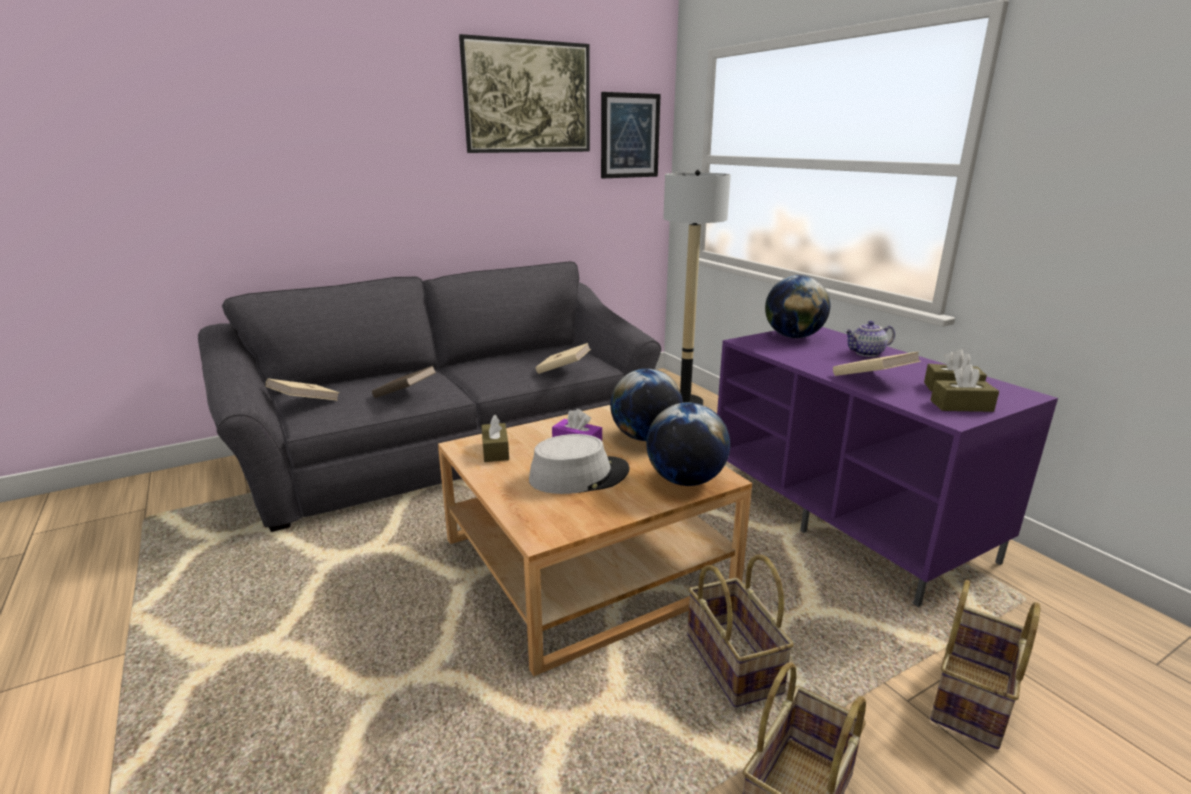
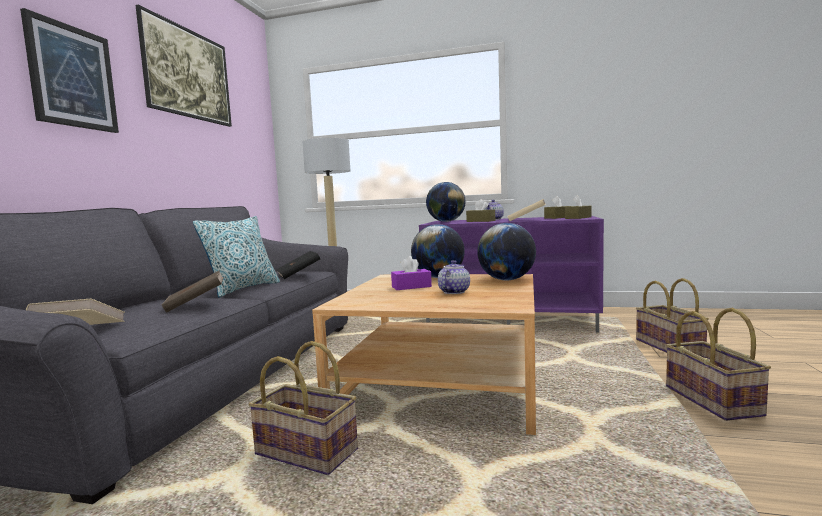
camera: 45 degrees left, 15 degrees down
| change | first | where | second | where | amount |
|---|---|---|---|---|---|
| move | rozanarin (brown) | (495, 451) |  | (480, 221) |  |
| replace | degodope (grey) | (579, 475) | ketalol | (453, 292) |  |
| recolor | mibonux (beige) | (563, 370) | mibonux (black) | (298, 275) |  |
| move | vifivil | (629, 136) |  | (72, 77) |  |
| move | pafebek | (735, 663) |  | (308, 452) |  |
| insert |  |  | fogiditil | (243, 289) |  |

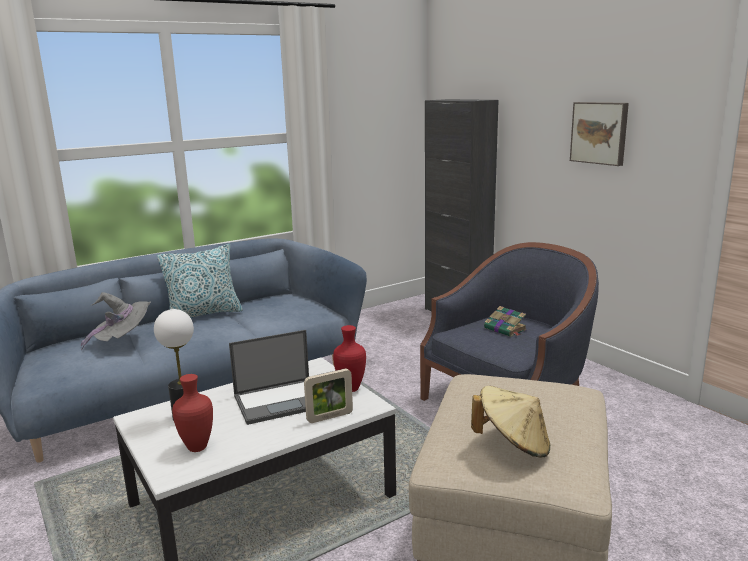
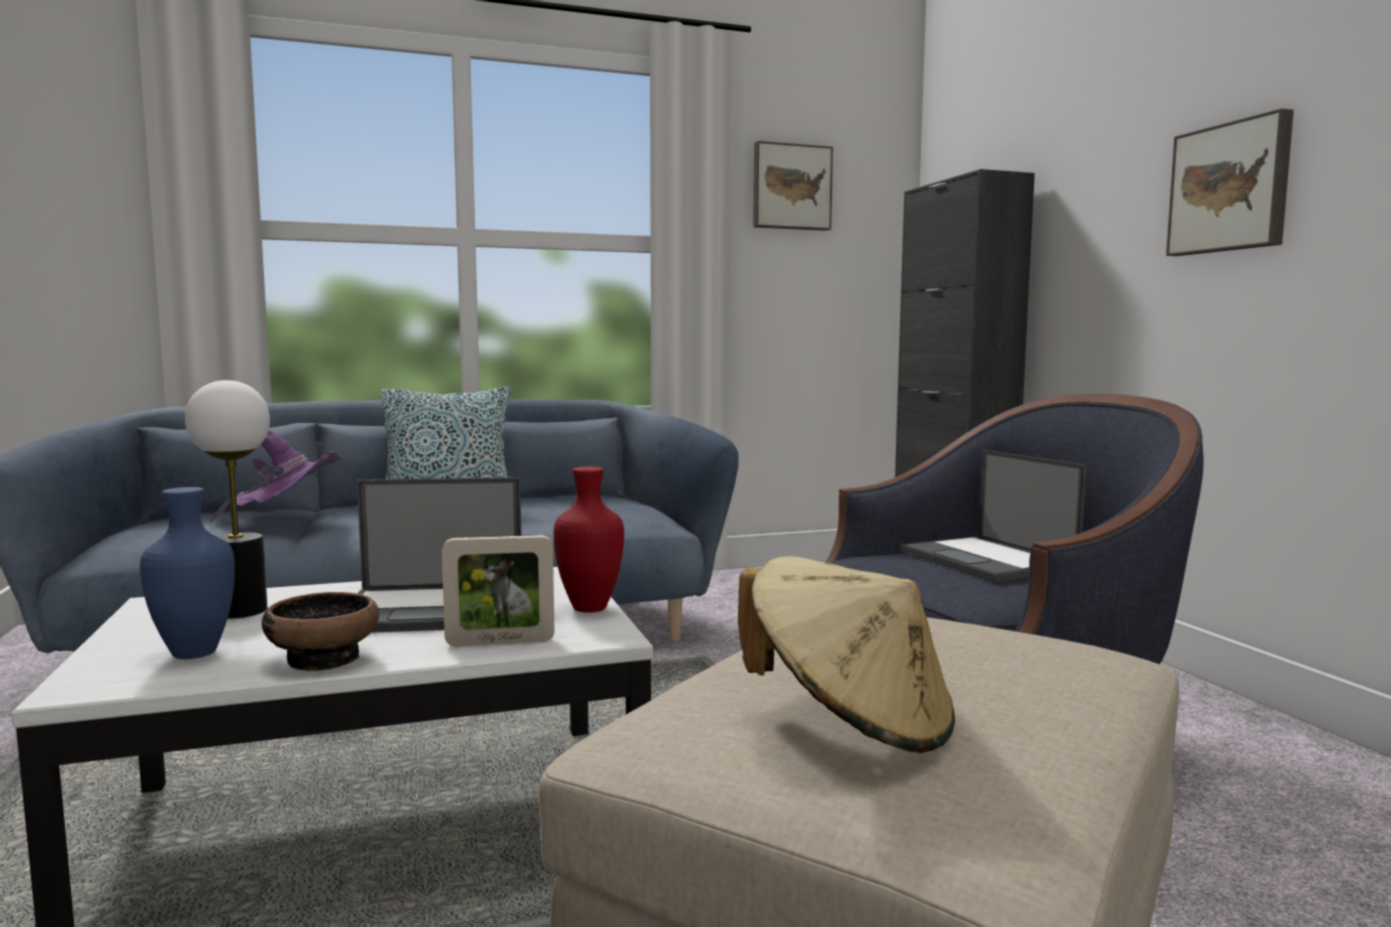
camera: 15 degrees right, 10 degrees down
| change | first | where | second | where | amount |
|---|---|---|---|---|---|
| recolor | degodope (grey) | (124, 341) | degodope (purple) | (286, 519) |  |
| recolor | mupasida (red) | (196, 447) | mupasida (blue) | (194, 653) |  |
| replace | mibonux | (506, 329) | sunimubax | (988, 560) |  |
| insert |  |  | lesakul | (324, 658) |  |
| insert |  |  | vifivil | (791, 187) |  |

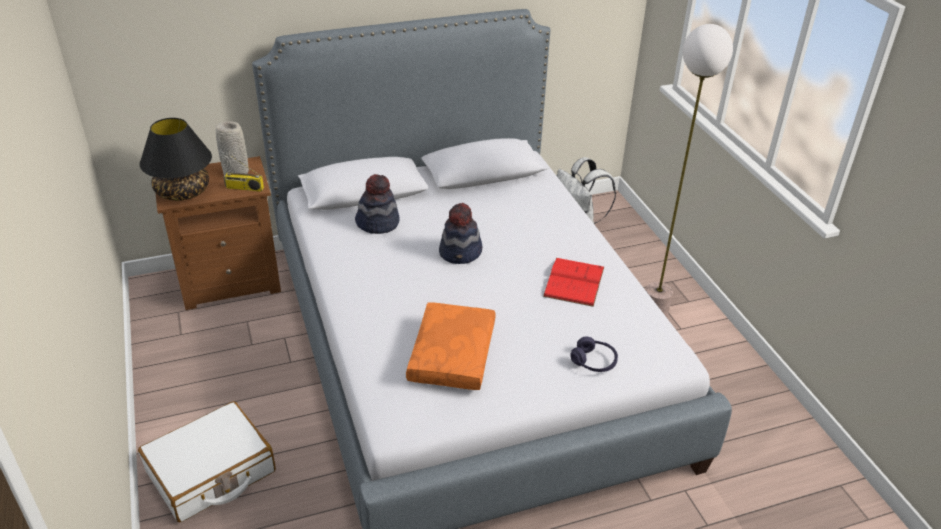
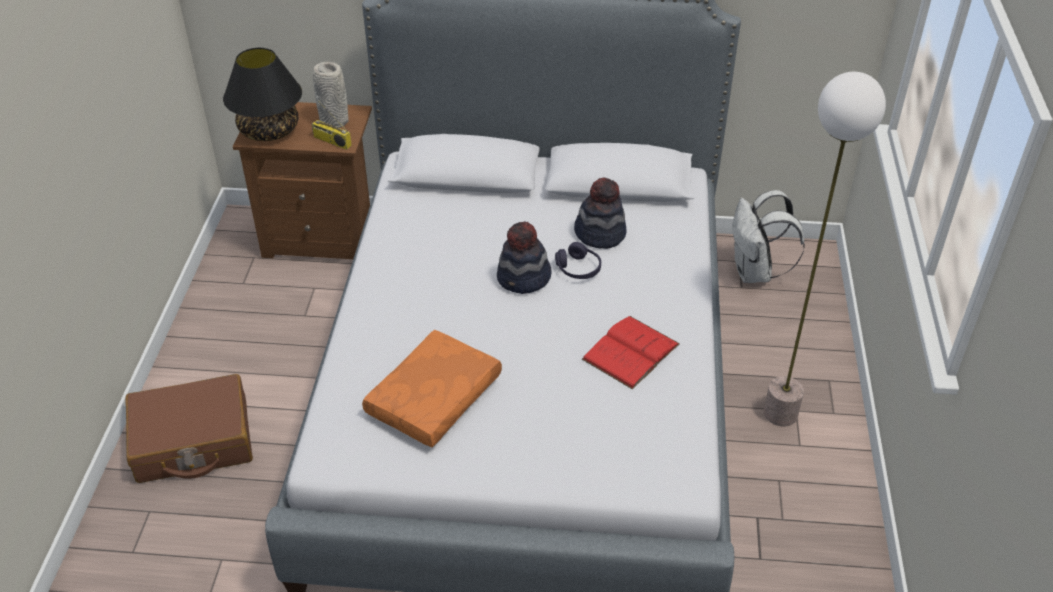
camera: 25 degrees right, 5 degrees up
| change | first | where | second | where | amount |
|---|---|---|---|---|---|
| recolor | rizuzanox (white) | (211, 472) | rizuzanox (brown) | (193, 442) |  |
| move | degodope | (378, 223) |  | (600, 233) |  |
| move | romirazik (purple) | (594, 361) |  | (578, 269) |  |

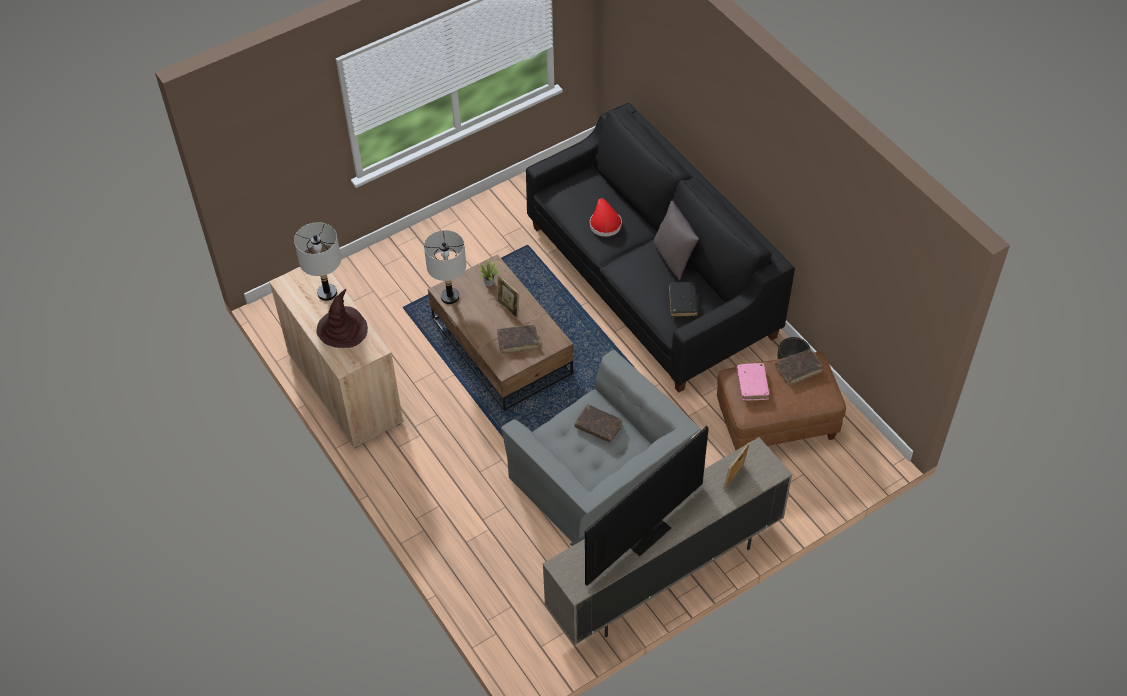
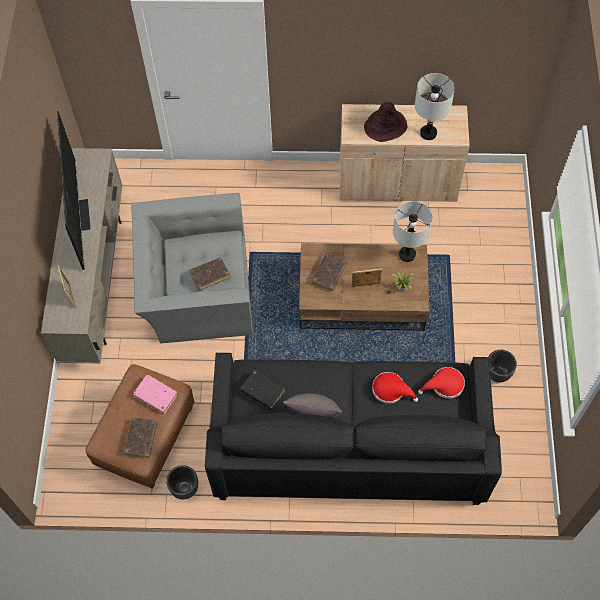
camera: 125 degrees right, 10 degrees up
| change | first | where | second | where | amount |
|---|---|---|---|---|---|
| insert |  |  | degodope (red) | (444, 385) |  |
| insert |  |  | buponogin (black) | (497, 374) |  |

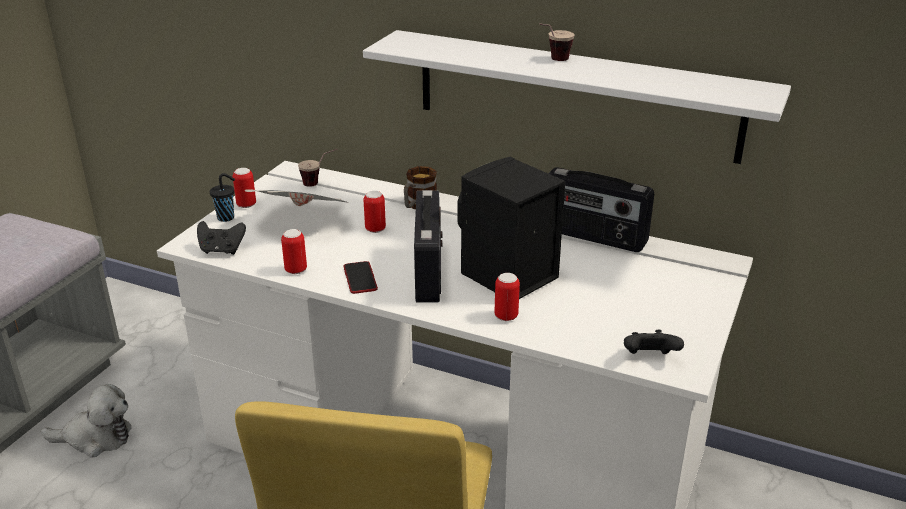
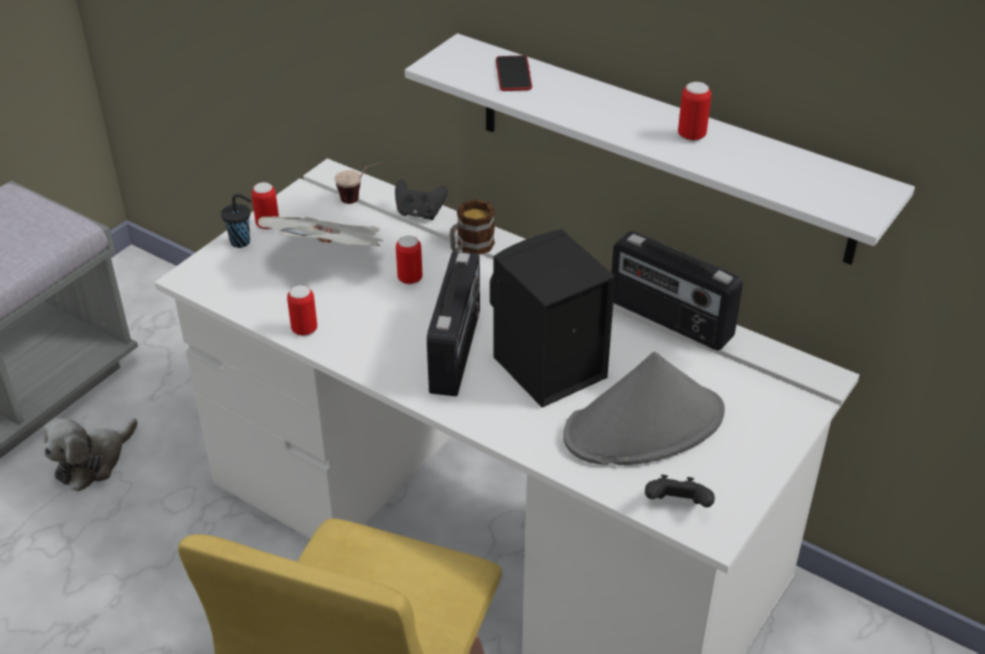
camera: 10 degrees right, 10 degrees up
| change | first | where | second | where | amount |
|---|---|---|---|---|---|
| rotate | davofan | (95, 438) |  | (92, 461) | 120 degrees clockwise |
| move | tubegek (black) | (222, 250) |  | (419, 213) |  |
| move | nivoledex | (360, 278) |  | (513, 75) |  |
| move | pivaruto | (506, 316) |  | (691, 135) |  |
| delete | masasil | (553, 61) |  |  |  |
| insert |  |  | degodope (grey) | (644, 425) |  |

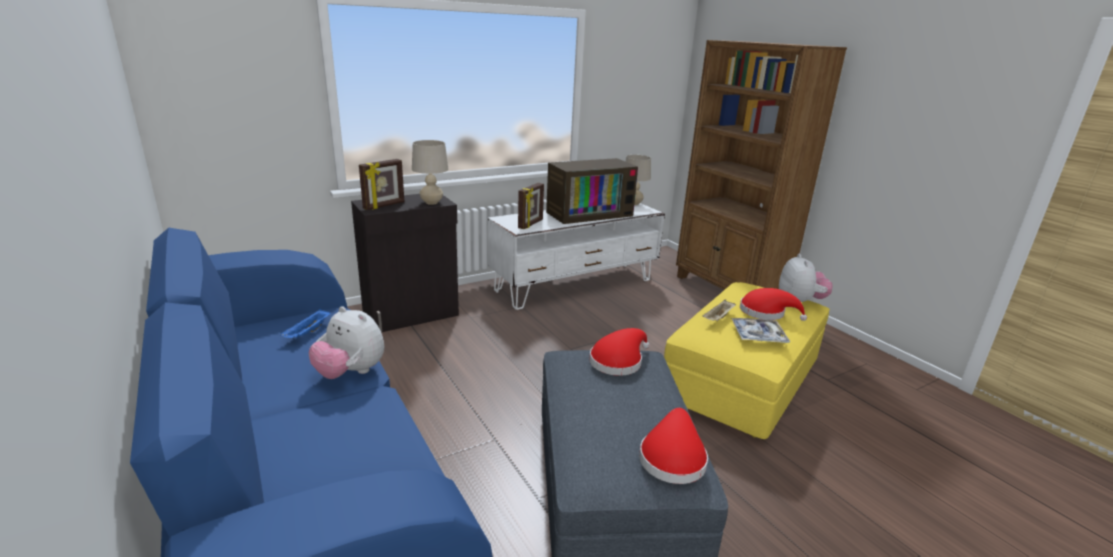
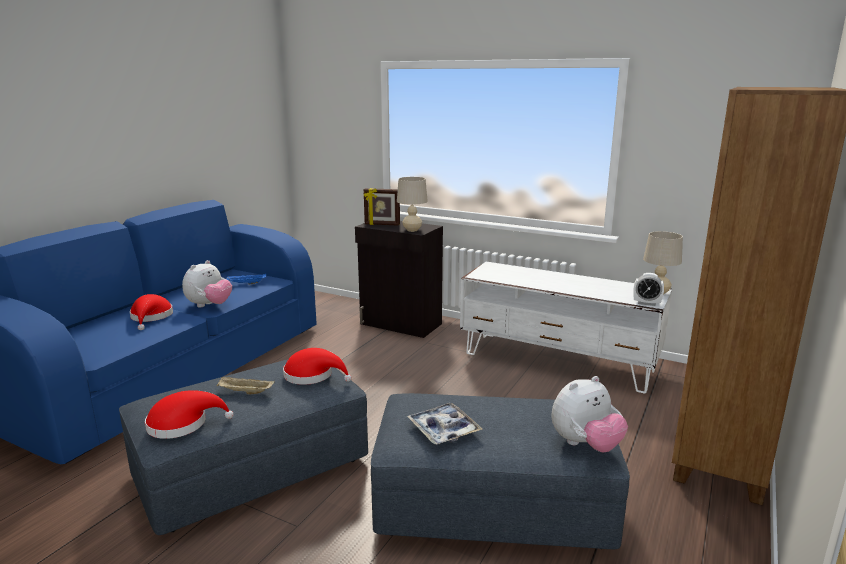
camera: 60 degrees right, 5 degrees down
| change | first | where | second | where | amount |
|---|---|---|---|---|---|
| rotate | davofan | (350, 373) |  | (209, 305) | 150 degrees counterclockwise |
| delete | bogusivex | (531, 224) |  |  |  |
| delete | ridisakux | (589, 213) |  |  |  |
| recolor | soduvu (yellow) | (741, 381) | soduvu (grey) | (493, 503) |  |
| move | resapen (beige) | (718, 318) |  | (245, 392) |  |
| move | degodope (red) | (766, 312) |  | (151, 317) |  |
| insert |  |  | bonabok | (646, 303) |  |

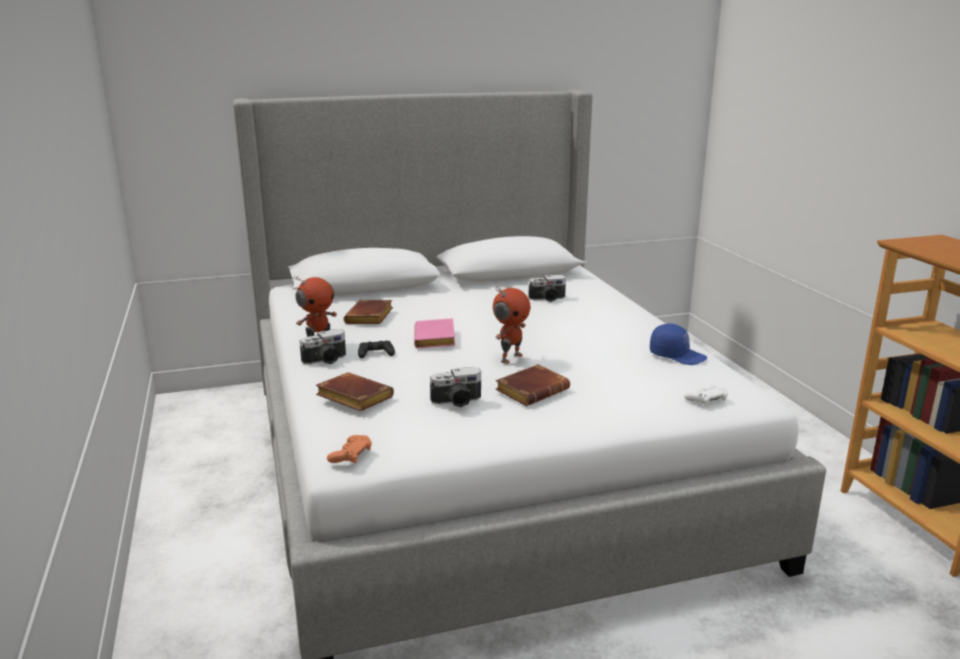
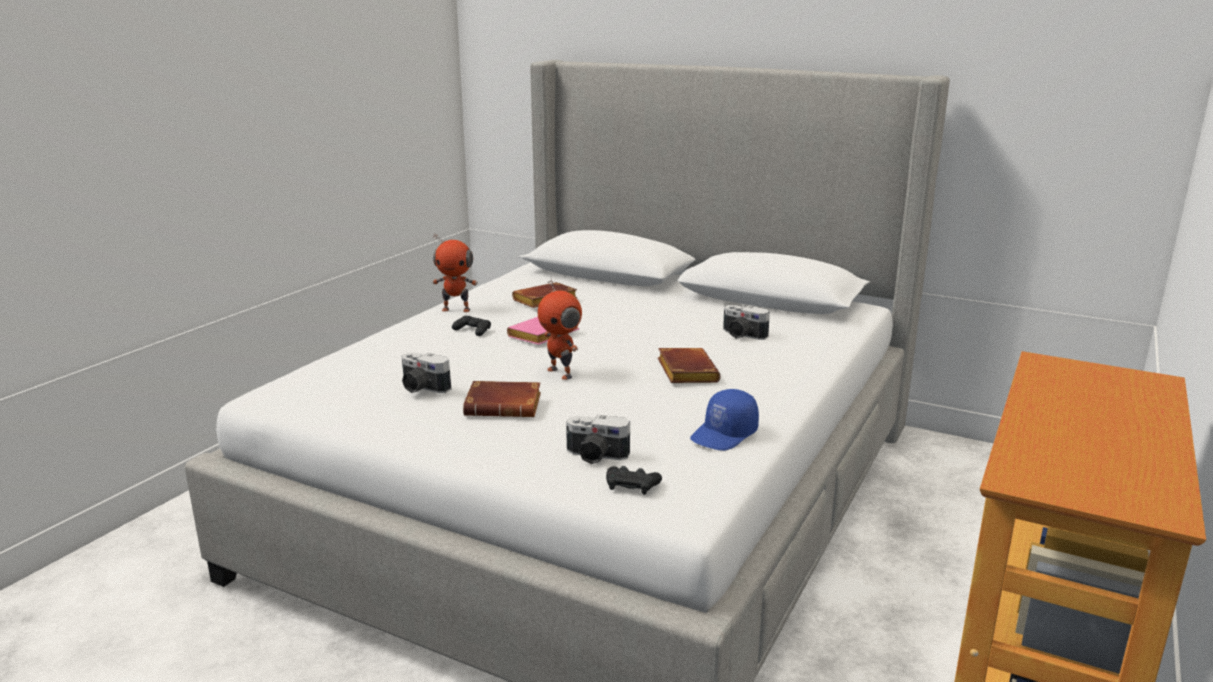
camera: 45 degrees right, 0 degrees up
| change | first | where | second | where | amount |
|---|---|---|---|---|---|
| move | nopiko | (326, 360) |  | (595, 456) |  |
| move | mibonux (brown) | (352, 398) |  | (684, 371) |  |
| delete | tubegek (orange) | (351, 455) |  |  |  |
| rotate | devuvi | (510, 358) |  | (561, 373) | 60 degrees clockwise |
| rotate | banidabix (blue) | (677, 355) |  | (725, 435) | 60 degrees clockwise |
| recolor | tubegek (white) | (706, 399) | tubegek (black) | (632, 485) |  |

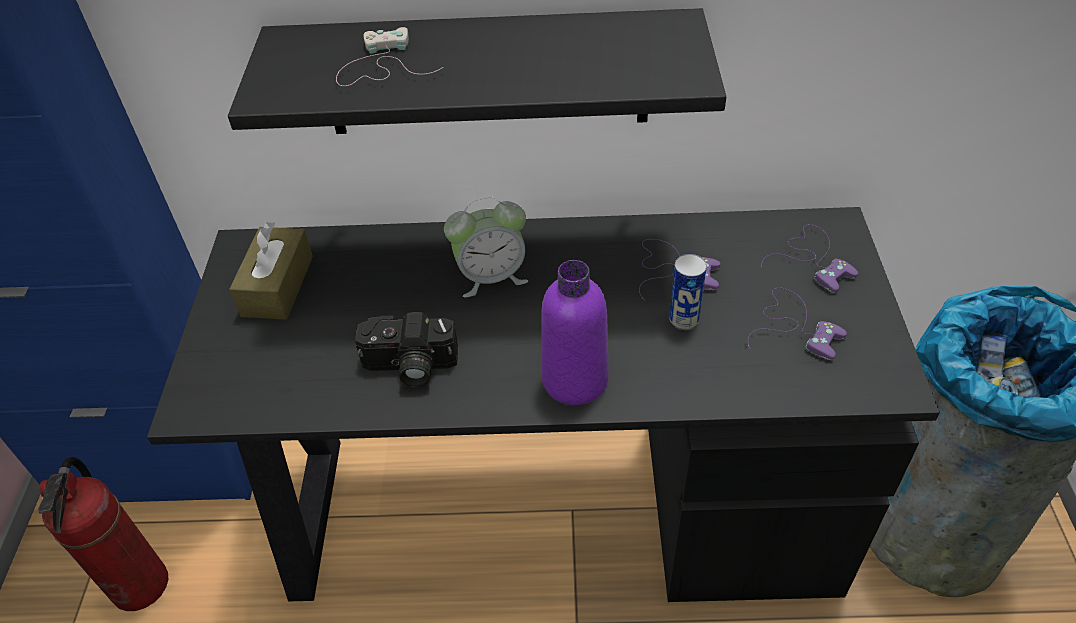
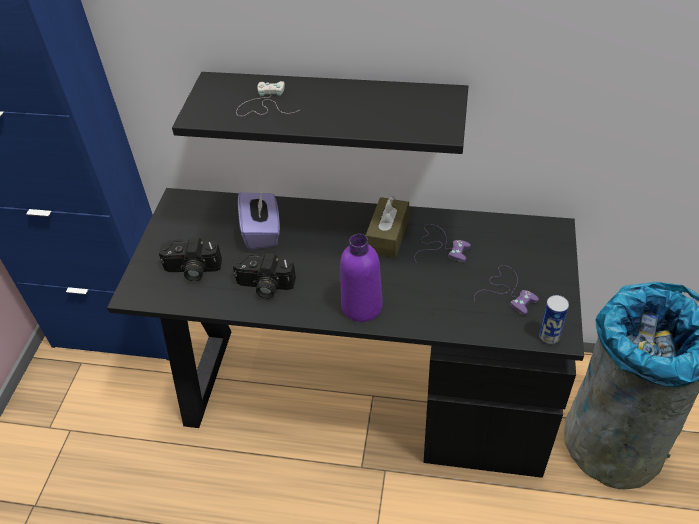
camera: 10 degrees right, 0 degrees up
| change | first | where | second | where | amount |
|---|---|---|---|---|---|
| delete | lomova | (141, 585) |  |  |  |
| move | rozanarin (brown) | (277, 286) |  | (387, 236) |  |
| delete | bonabok | (491, 277) |  |  |  |
| move | pivaruto | (684, 320) |  | (549, 336) |  |
| delete | tubegek (purple) | (812, 259) |  |  |  |
| insert |  |  | nopiko | (192, 270) |  |
| insert |  |  | rozanarin (purple) | (262, 232) |  |

